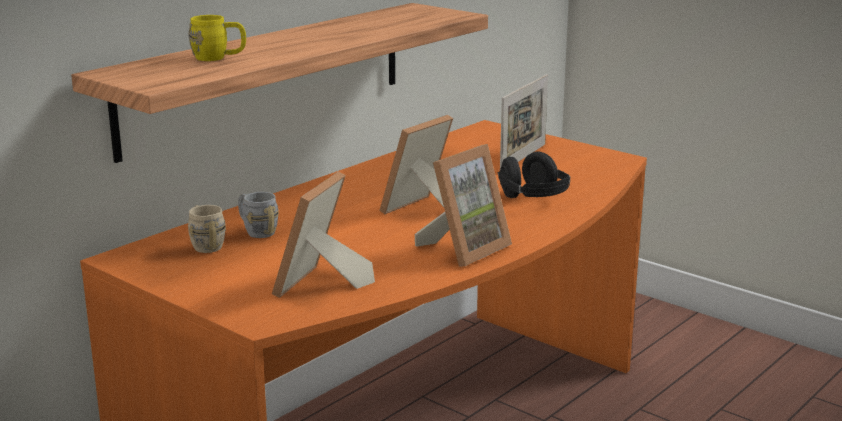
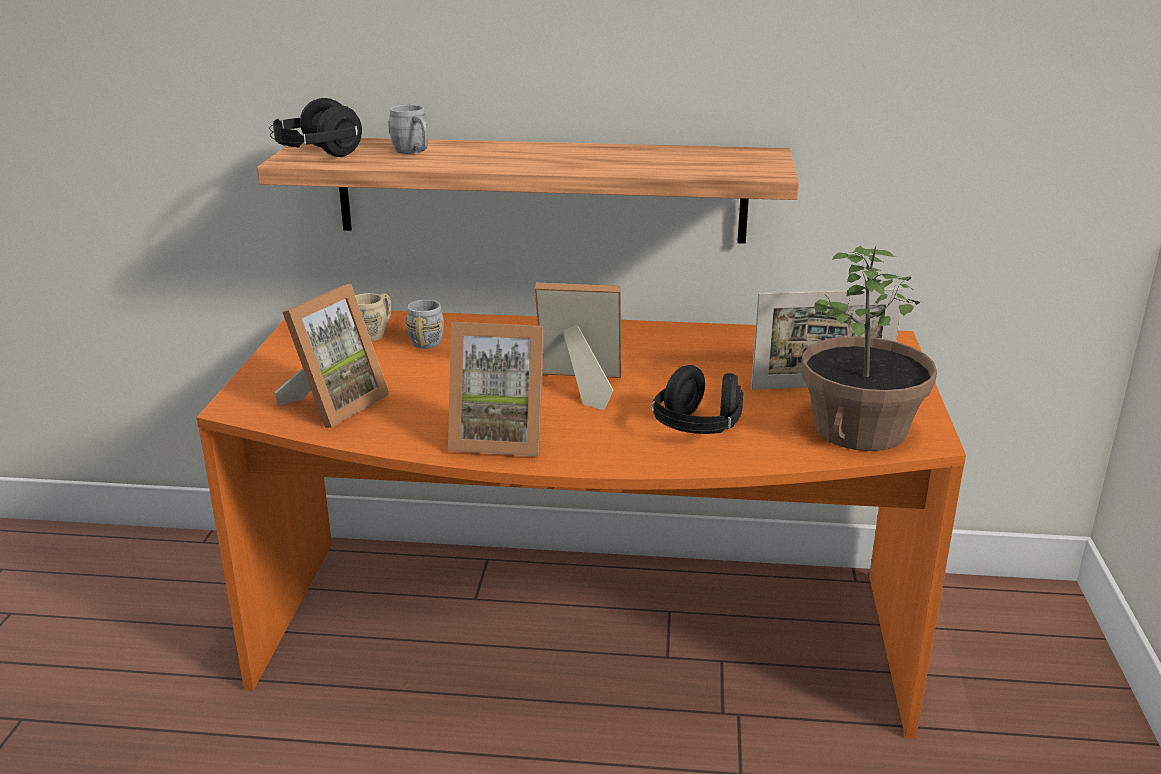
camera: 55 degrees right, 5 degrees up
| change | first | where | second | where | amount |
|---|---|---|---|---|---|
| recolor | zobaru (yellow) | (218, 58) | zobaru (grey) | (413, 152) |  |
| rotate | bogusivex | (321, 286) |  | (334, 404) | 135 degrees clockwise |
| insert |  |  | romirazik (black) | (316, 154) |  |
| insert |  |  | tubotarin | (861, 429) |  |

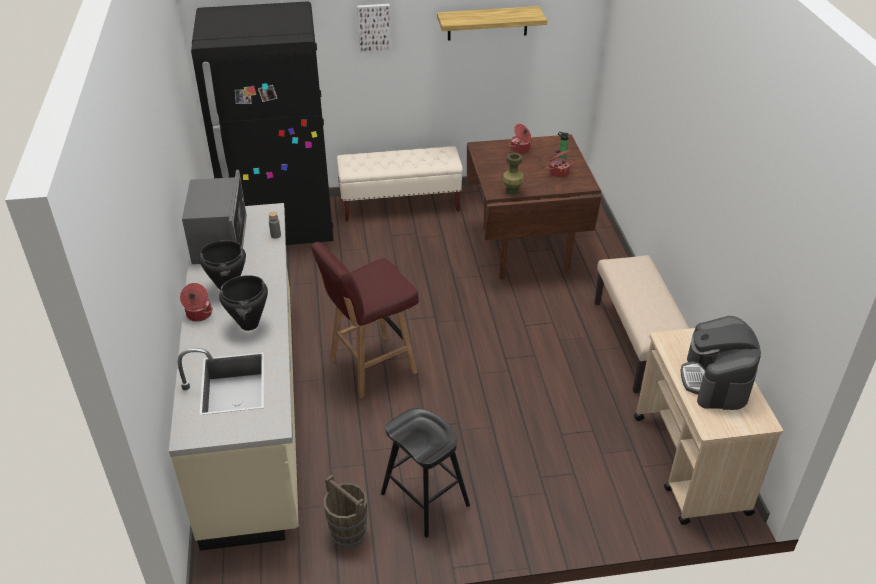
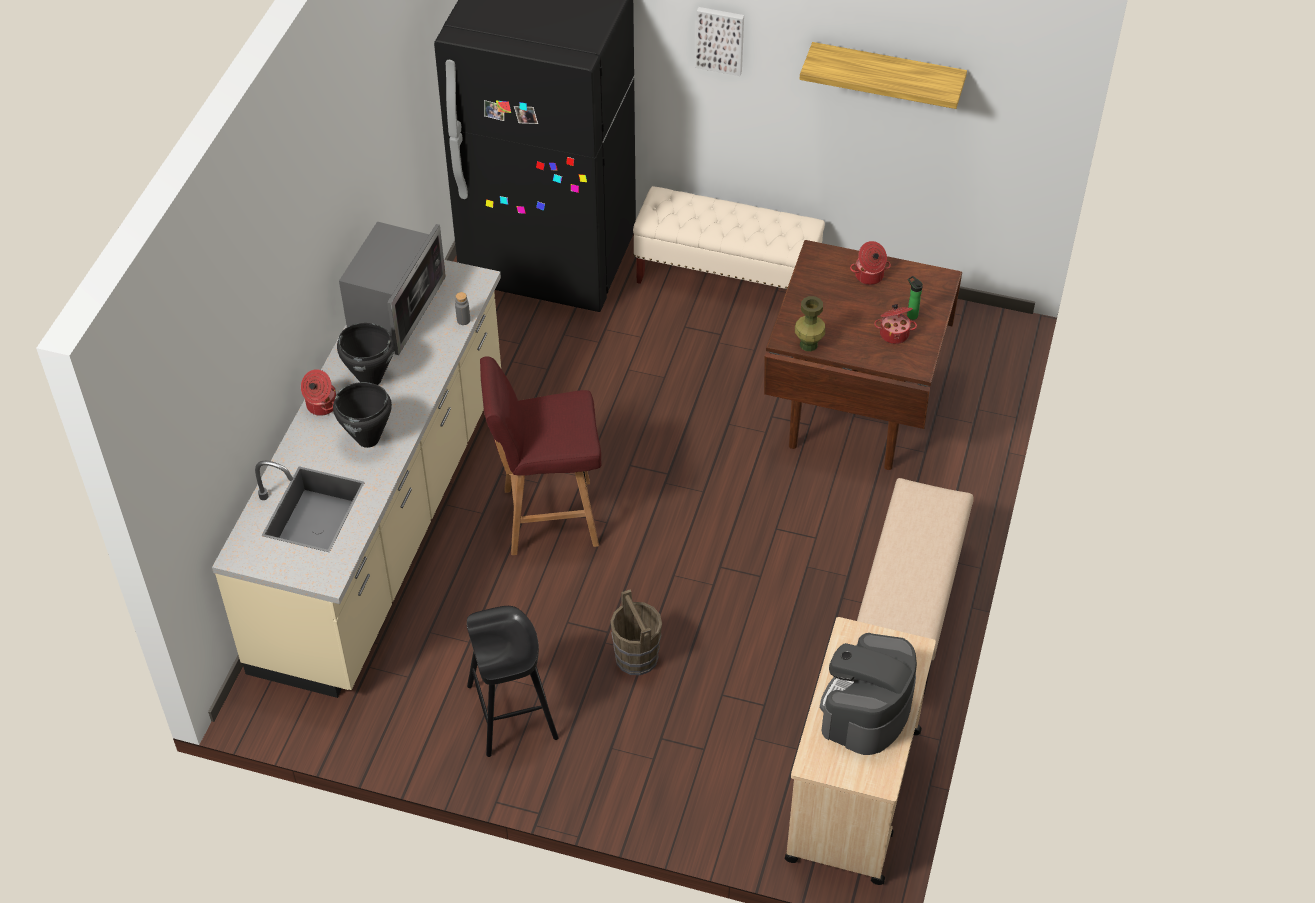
camera: 25 degrees right, 10 degrees up
| change | first | where | second | where | amount |
|---|---|---|---|---|---|
| move | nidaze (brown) | (348, 532) |  | (636, 657) |  |

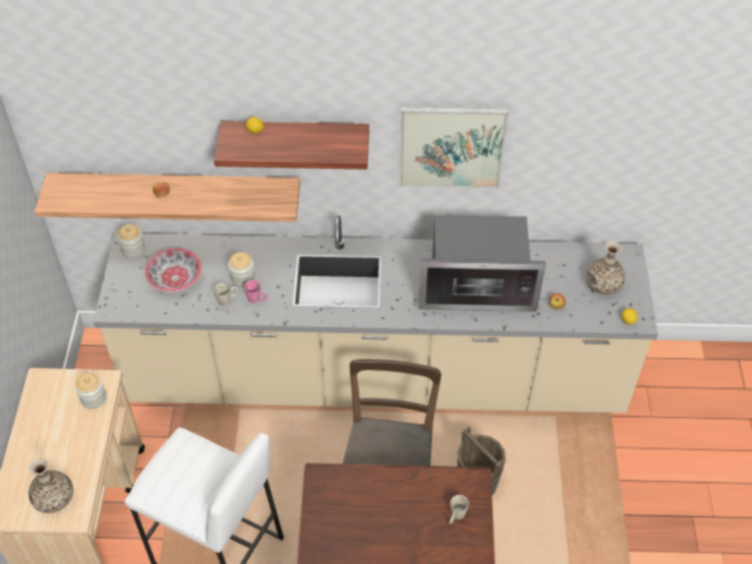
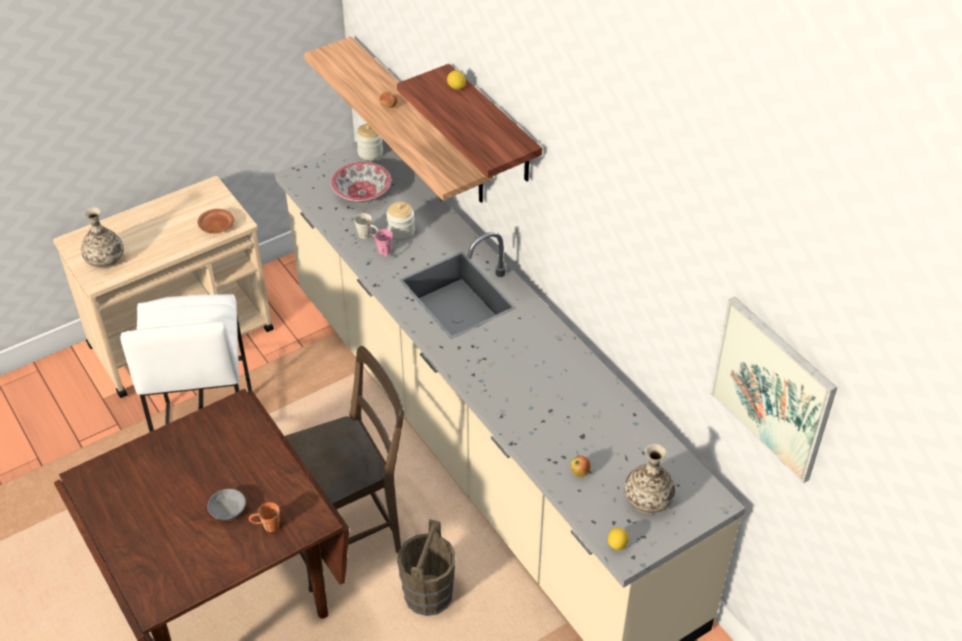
camera: 55 degrees right, 5 degrees down
| change | first | where | second | where | amount |
|---|---|---|---|---|---|
| replace | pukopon | (93, 398) | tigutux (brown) | (216, 226) |  |
| move | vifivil | (451, 146) |  | (772, 388) |  |
| delete | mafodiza | (476, 286) |  |  |  |
| recolor | zobaru (white) | (456, 517) | zobaru (orange) | (266, 526) |  |
| insert |  |  | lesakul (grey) | (228, 511) |  |

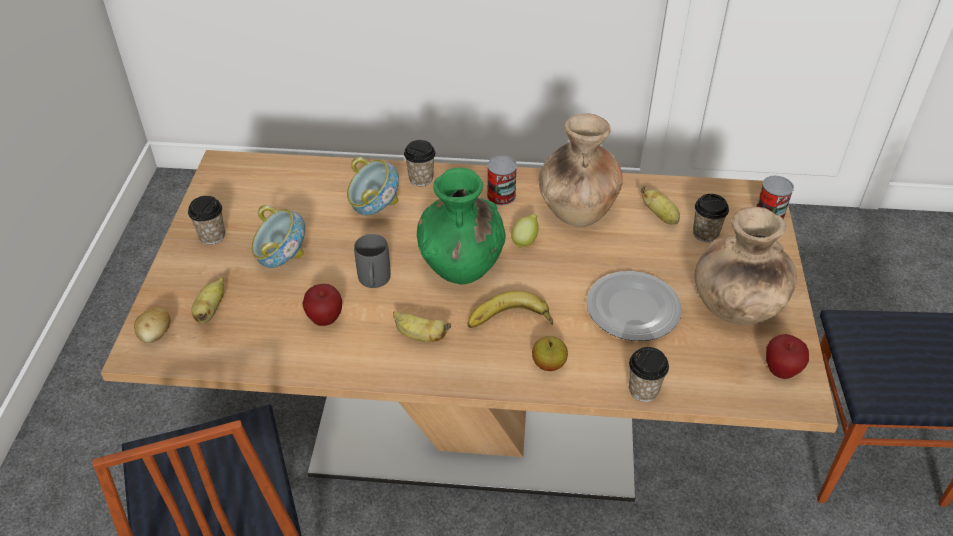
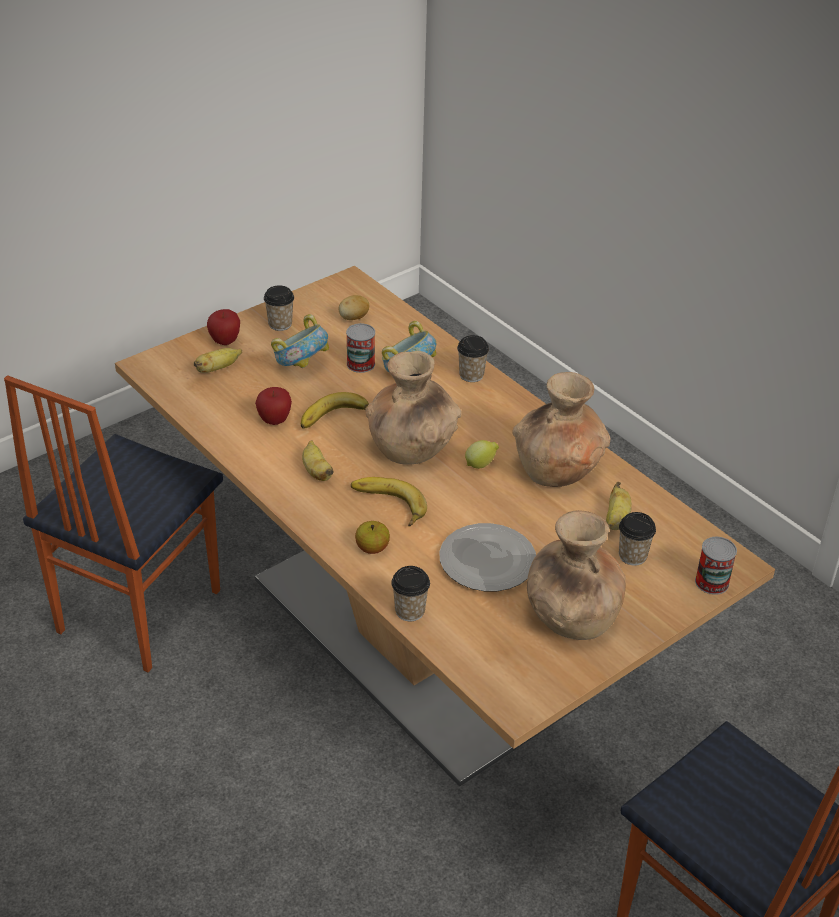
camera: 45 degrees right, 5 degrees down
| change | first | where | second | where | amount |
|---|---|---|---|---|---|
| move | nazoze | (156, 335) |  | (353, 318) |  |
| replace | zobaru (grey) | (374, 282) | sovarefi | (337, 420) |  |
| recolor | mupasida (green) | (461, 264) | mupasida (brown) | (411, 449) |  |
| move | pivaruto | (501, 196) |  | (360, 364) |  |
| move | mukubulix | (781, 371) |  | (225, 341) |  |

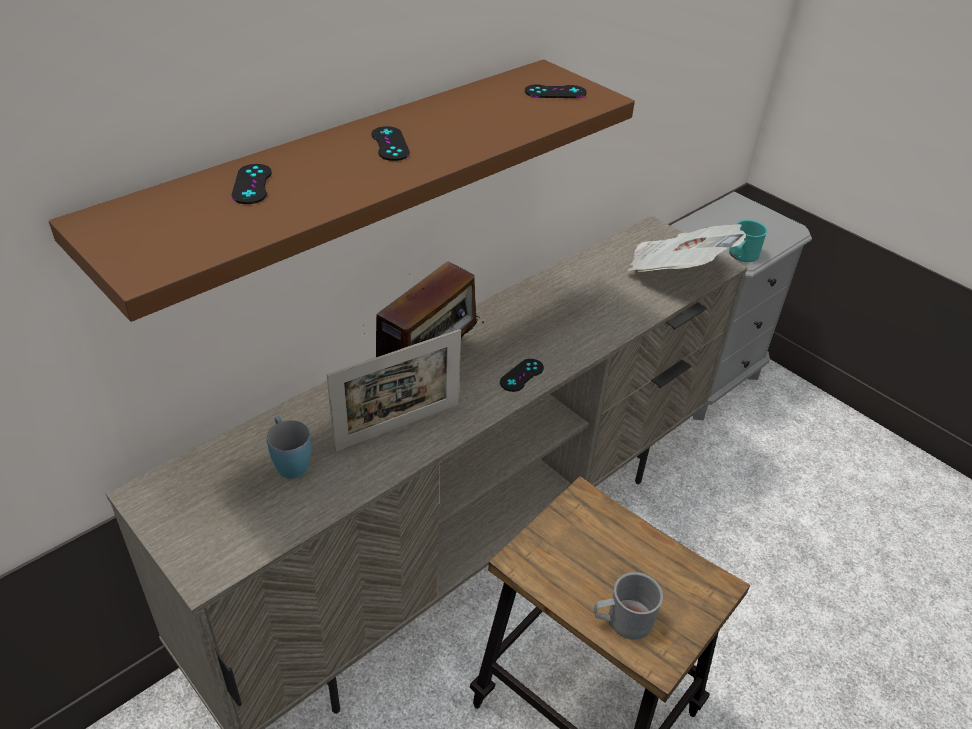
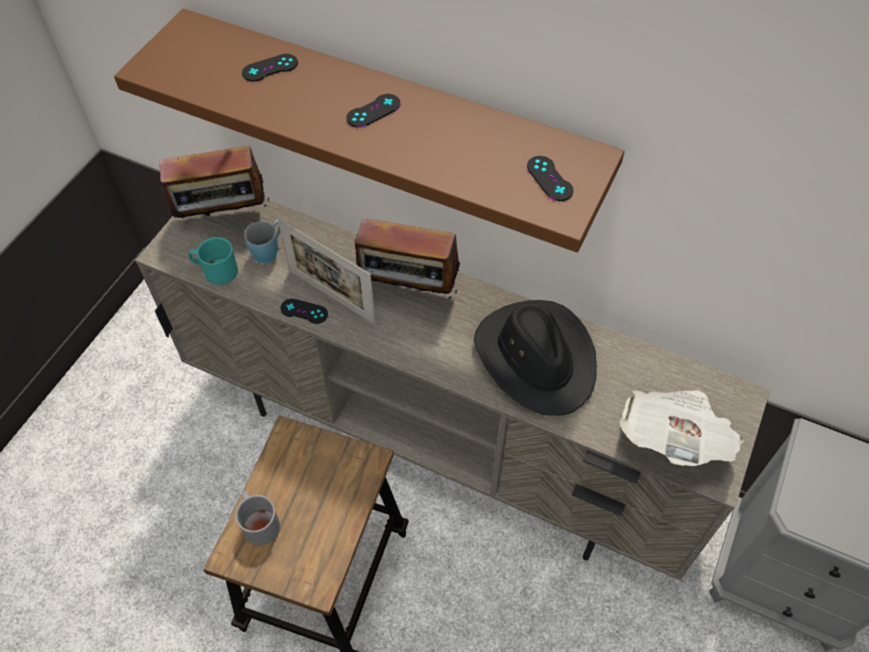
camera: 70 degrees right, 15 degrees up
| change | first | where | second | where | amount |
|---|---|---|---|---|---|
| move | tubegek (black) | (522, 375) |  | (304, 311) |  |
| move | zobaru (turquoise) | (741, 256) |  | (216, 270) |  |
| insert |  |  | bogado | (224, 217) |  |
| insert |  |  | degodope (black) | (536, 358) |  |

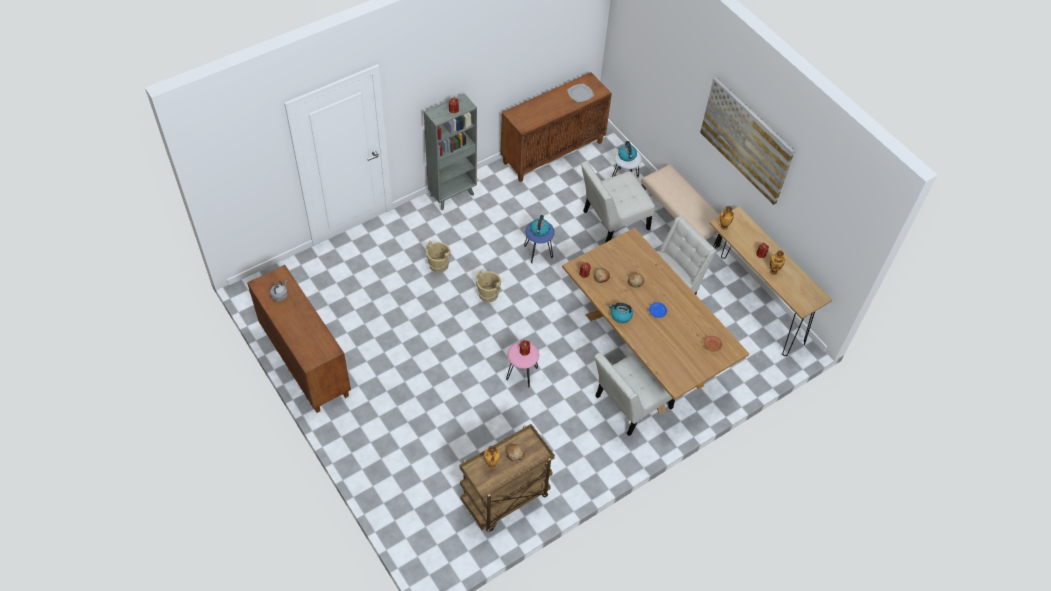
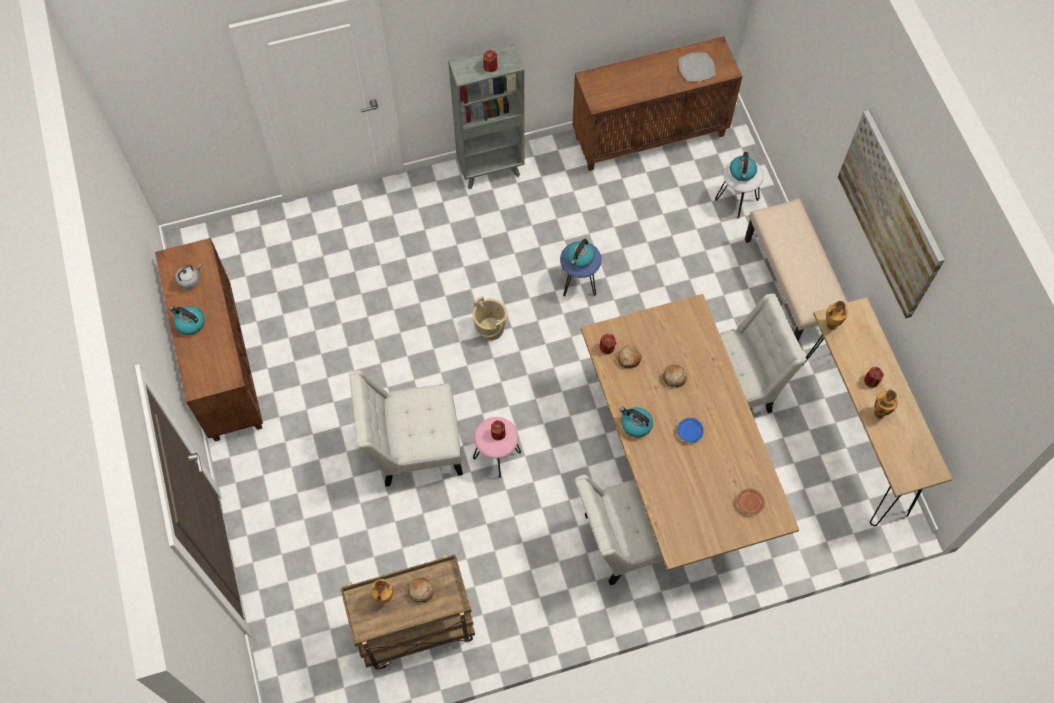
camera: 20 degrees right, 10 degrees up
| change | first | where | second | where | amount |
|---|---|---|---|---|---|
| delete | nidaze (beige) | (438, 265) |  |  |  |
| move | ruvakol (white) | (612, 221) |  | (412, 446) |  |
| insert |  |  | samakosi | (190, 323) |  |

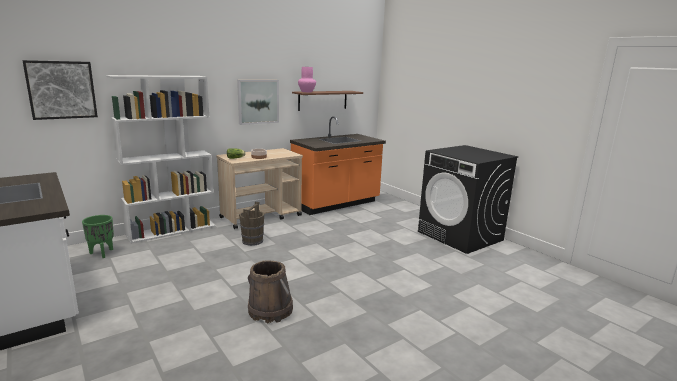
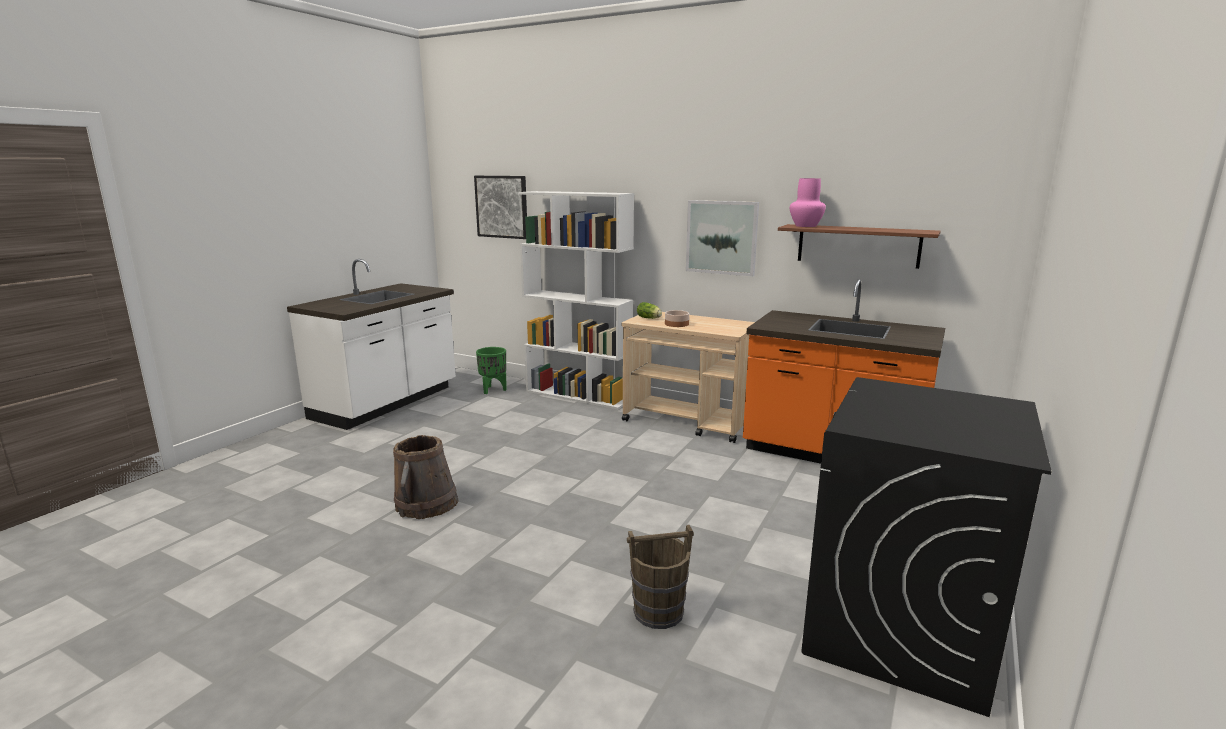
camera: 65 degrees right, 0 degrees up
| change | first | where | second | where | amount |
|---|---|---|---|---|---|
| move | nidaze (brown) | (252, 241) |  | (659, 612) |  |

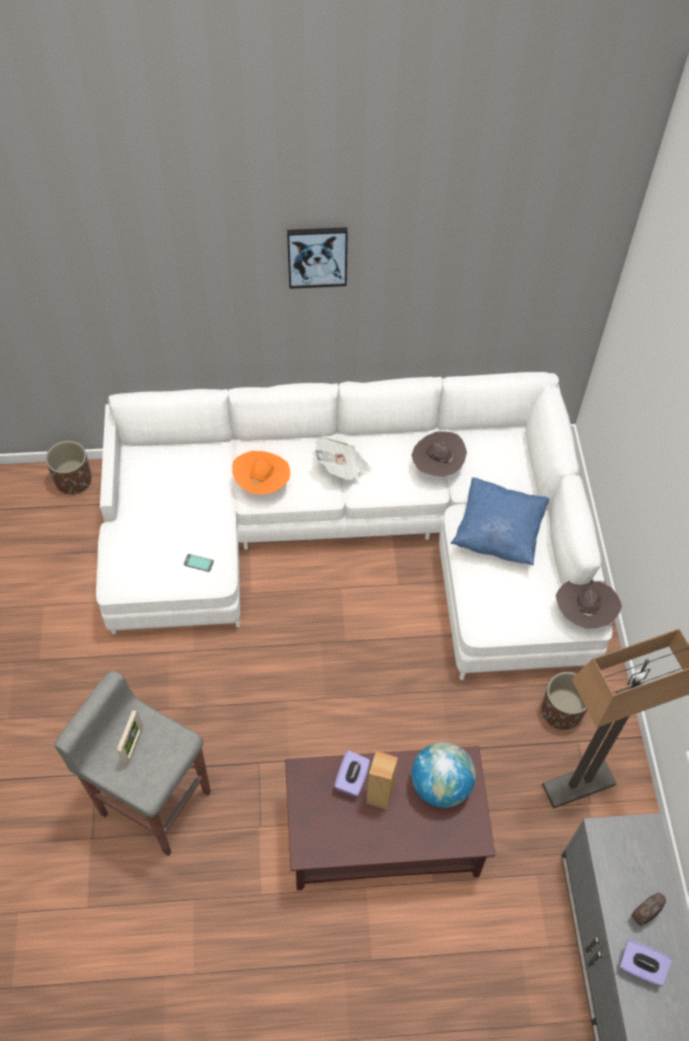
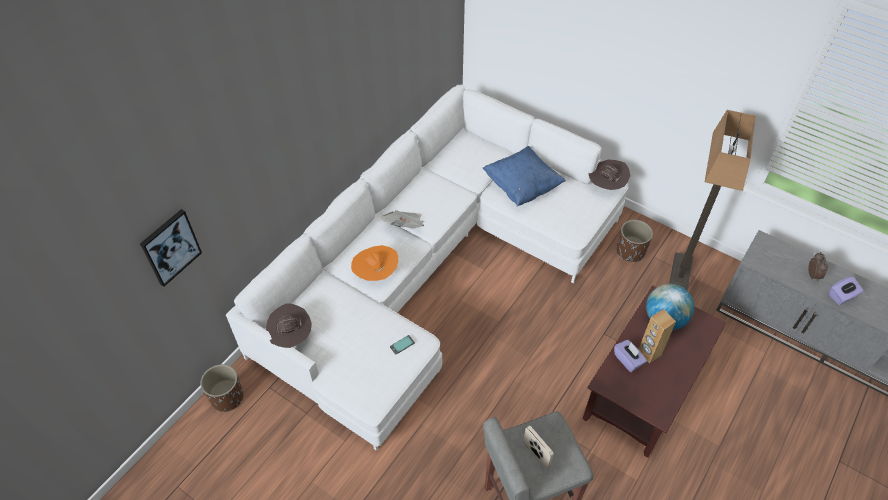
camera: 50 degrees left, 5 degrees down
| change | first | where | second | where | amount |
|---|---|---|---|---|---|
| move | vifivil | (317, 256) |  | (170, 247) |  |
| move | degodope (brown) | (437, 467) |  | (291, 336) |  |

